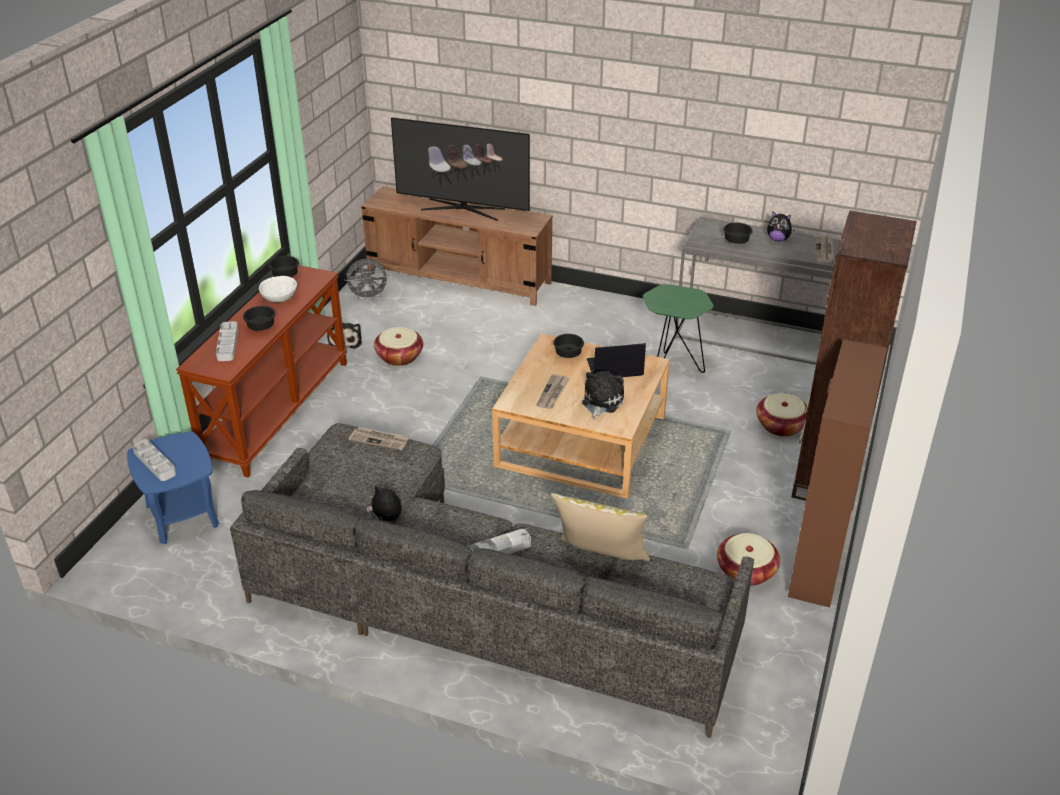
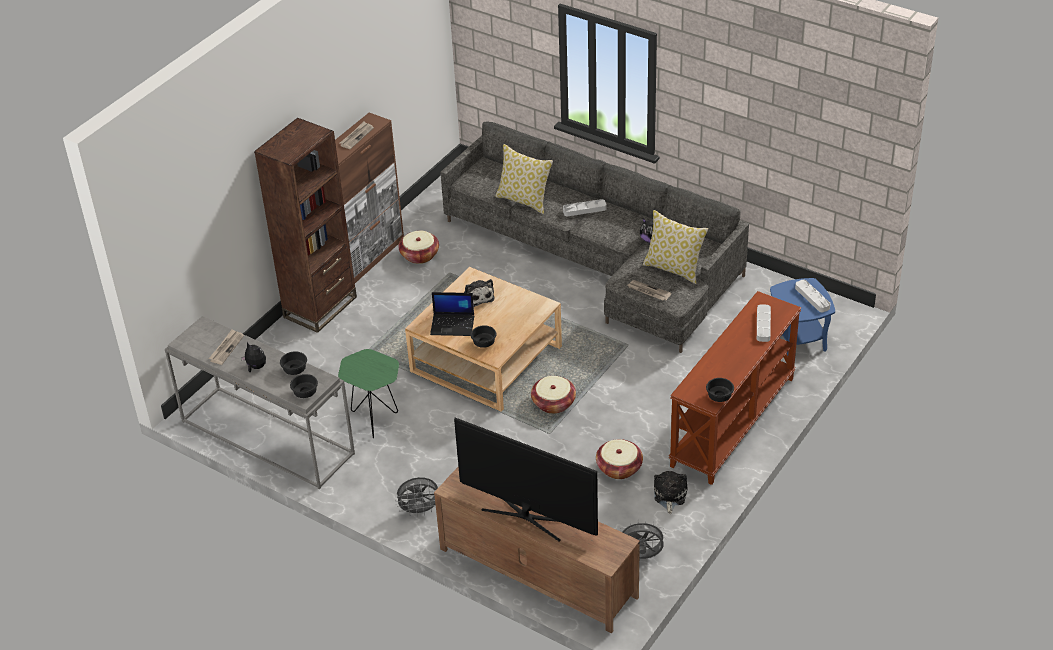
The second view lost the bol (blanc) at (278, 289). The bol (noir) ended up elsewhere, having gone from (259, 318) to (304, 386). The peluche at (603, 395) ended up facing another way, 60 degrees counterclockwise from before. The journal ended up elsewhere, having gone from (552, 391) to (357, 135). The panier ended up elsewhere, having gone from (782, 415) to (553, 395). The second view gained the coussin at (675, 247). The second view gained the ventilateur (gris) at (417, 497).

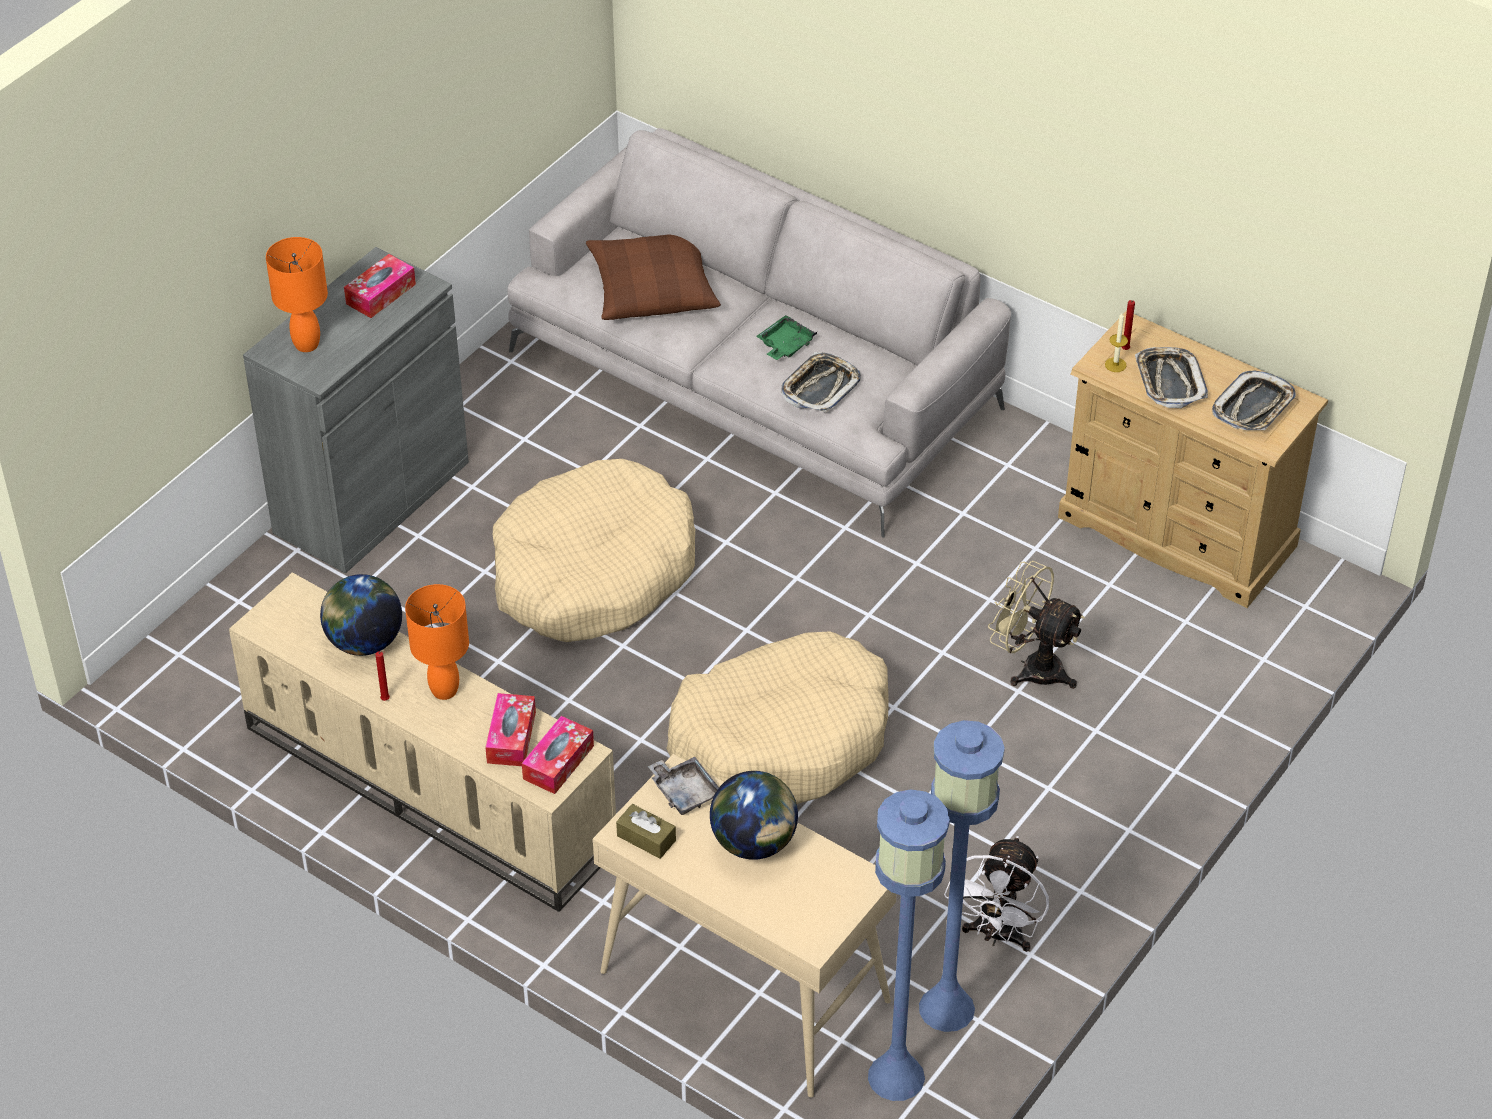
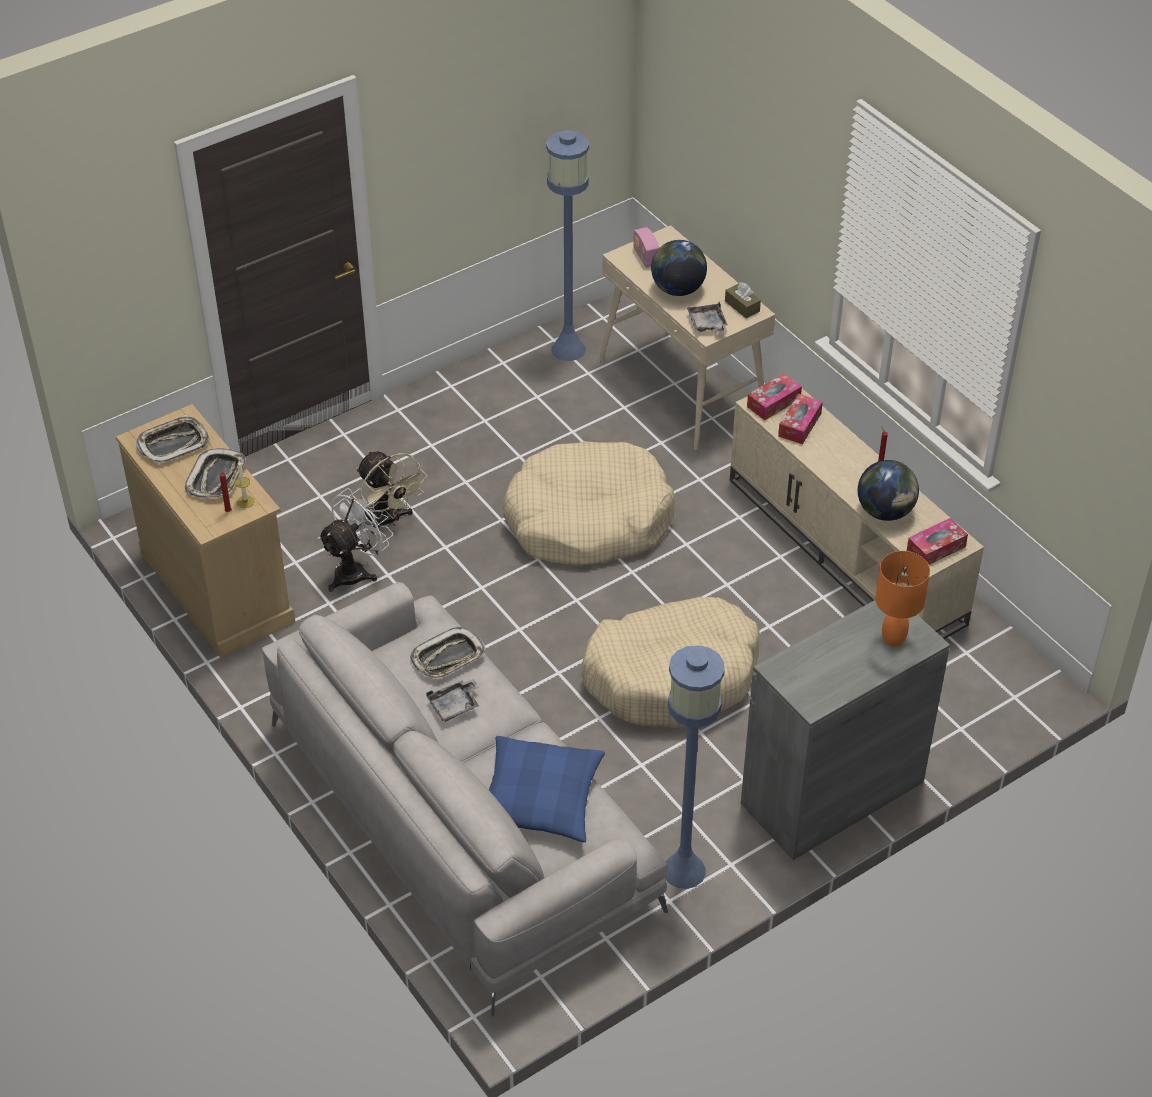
What was the coussin (marron) at (653, 277) turned into the coussin (bleu) at (547, 789). The boîte à mouchoirs ended up elsewhere, having gone from (380, 286) to (937, 541). What was the plateau (vert) at (786, 337) turned into the plateau (gris) at (452, 700). The second view lost the lampe de table (orange) at (437, 642). The lampadaire (bleu) ended up elsewhere, having gone from (909, 945) to (695, 767). The ventilateur (blanc) ended up elsewhere, having gone from (996, 894) to (355, 540). The second view gained the radio at (646, 247).

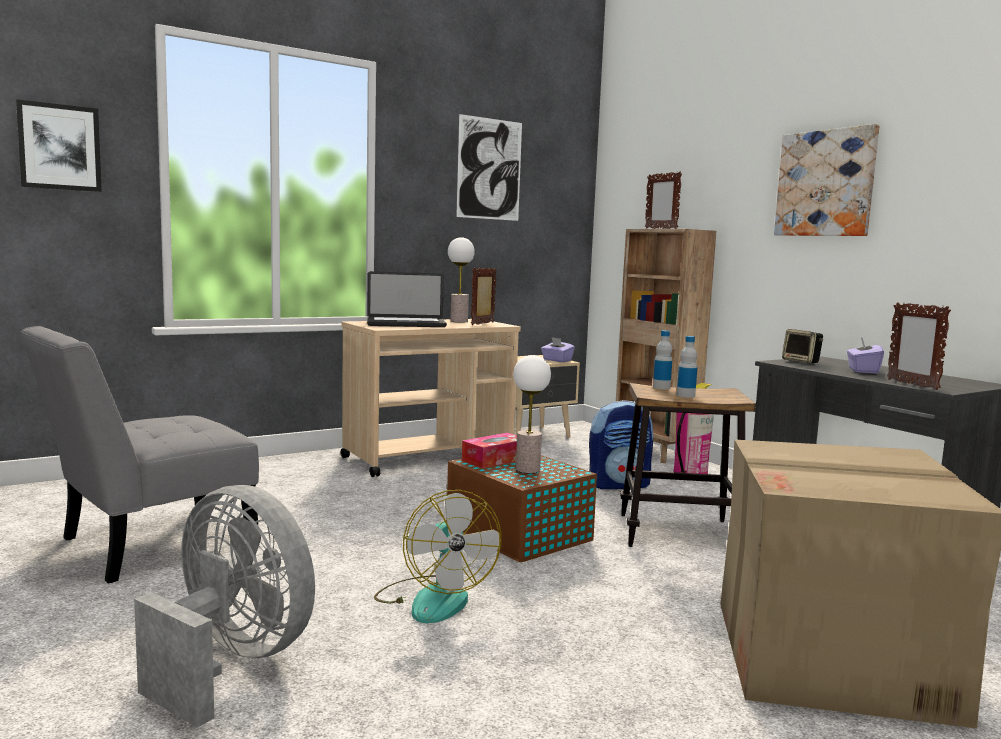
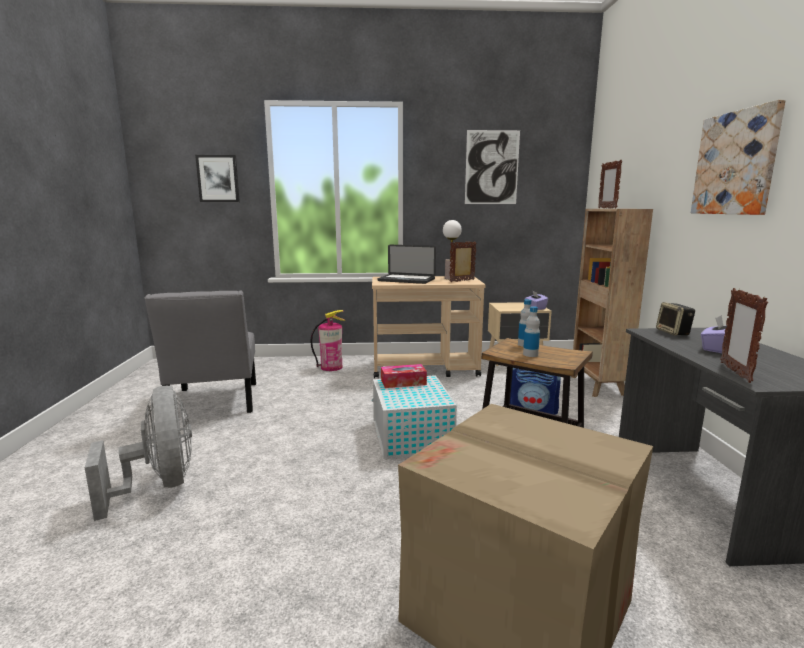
The chaise (gris) at (140, 454) ended up facing another way, 90 degrees counterclockwise from before. The second view lost the lampe de table at (532, 414). The extincteur ended up elsewhere, having gone from (693, 428) to (328, 340). What was the boîte de rangement (marron) at (522, 508) turned into the boîte de rangement (blanc) at (414, 417). The second view lost the ventilateur at (437, 556).

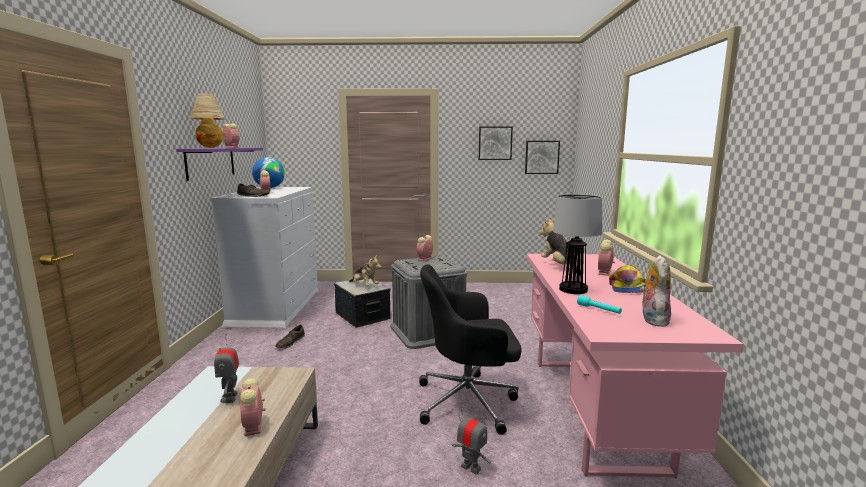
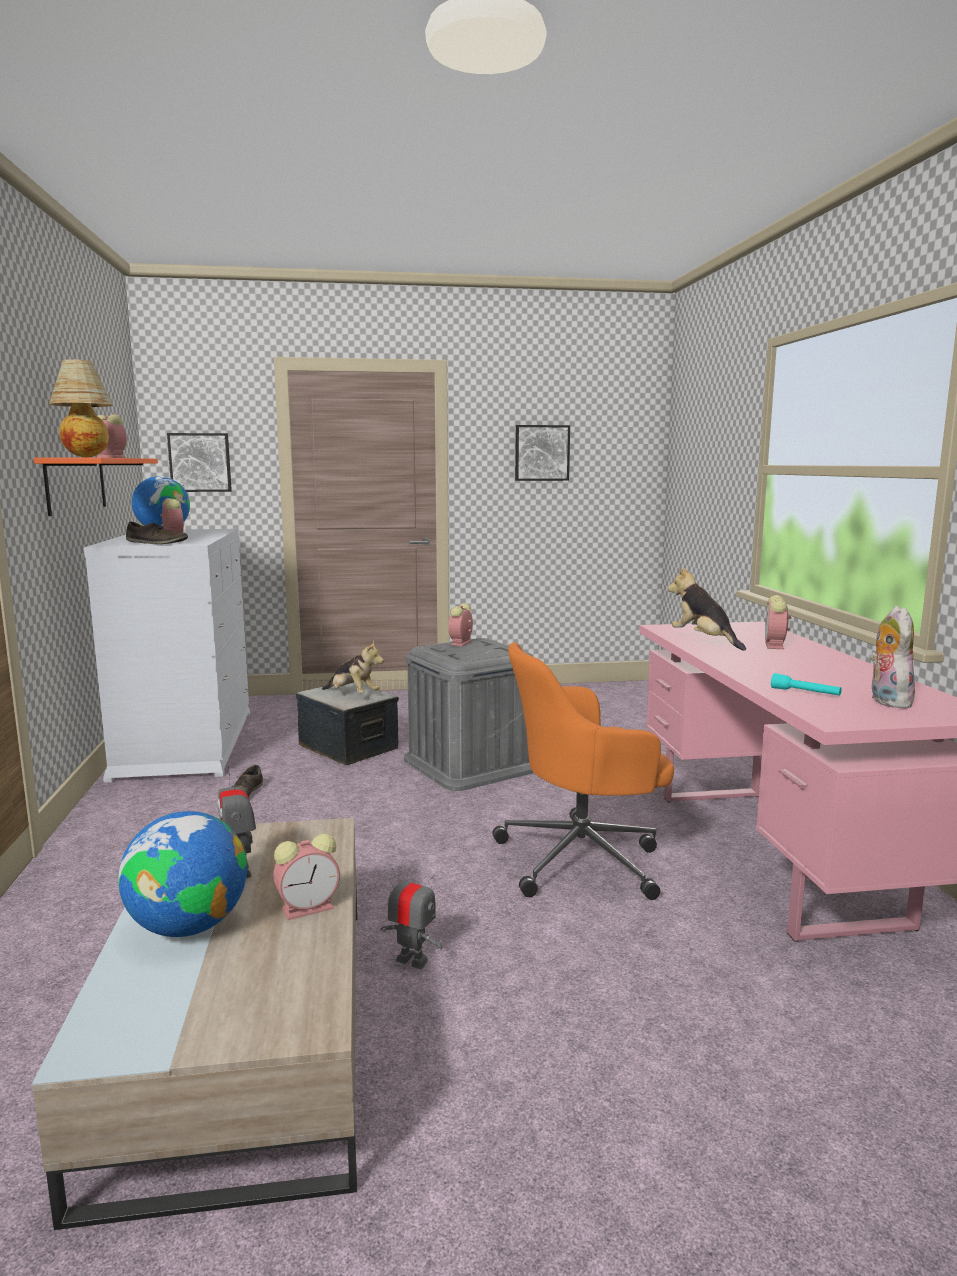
The tableau ended up elsewhere, having gone from (542, 157) to (199, 462). What was the étagère (violet) at (219, 164) turned into the étagère (orange) at (96, 487). The second view lost the lampe de table at (577, 244). What was the chaise de bureau (noir) at (470, 349) turned into the chaise de bureau (orange) at (583, 771). The second view lost the casquette at (627, 279). The réveil at (253, 407) ended up facing another way, 90 degrees counterclockwise from before. The robot jouet ended up elsewhere, having gone from (471, 442) to (411, 918). The second view gained the globe at (182, 874).

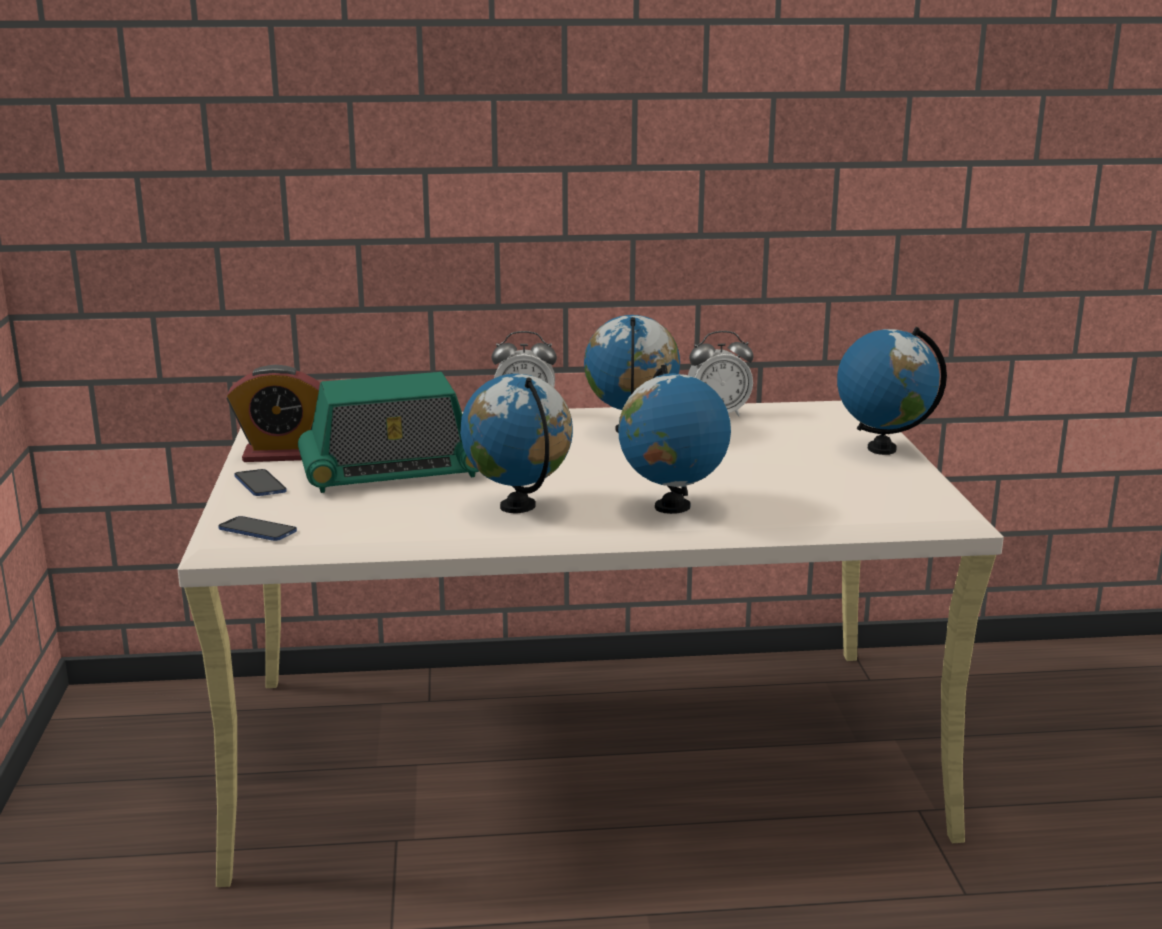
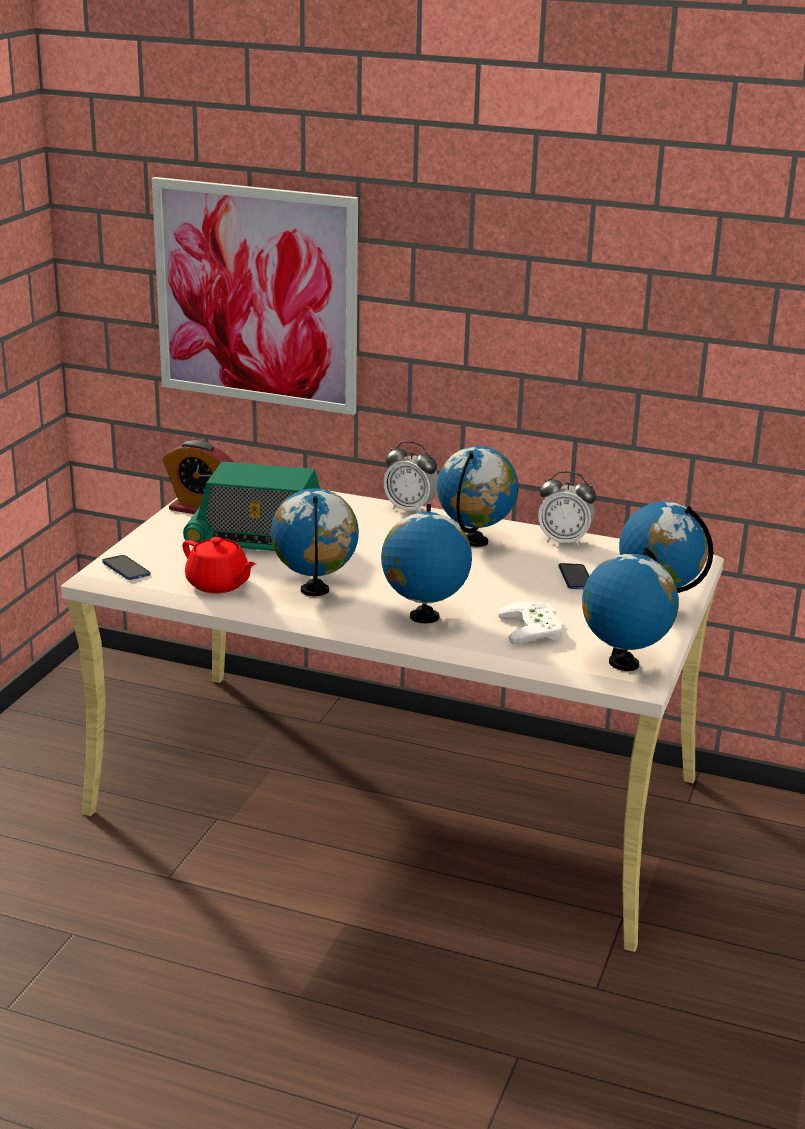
The téléphone ended up elsewhere, having gone from (260, 482) to (573, 576). The second view gained the tableau at (255, 296). The second view gained the théière (rouge) at (219, 565). The second view gained the globe at (630, 609). The second view gained the manette (blanc) at (530, 622).

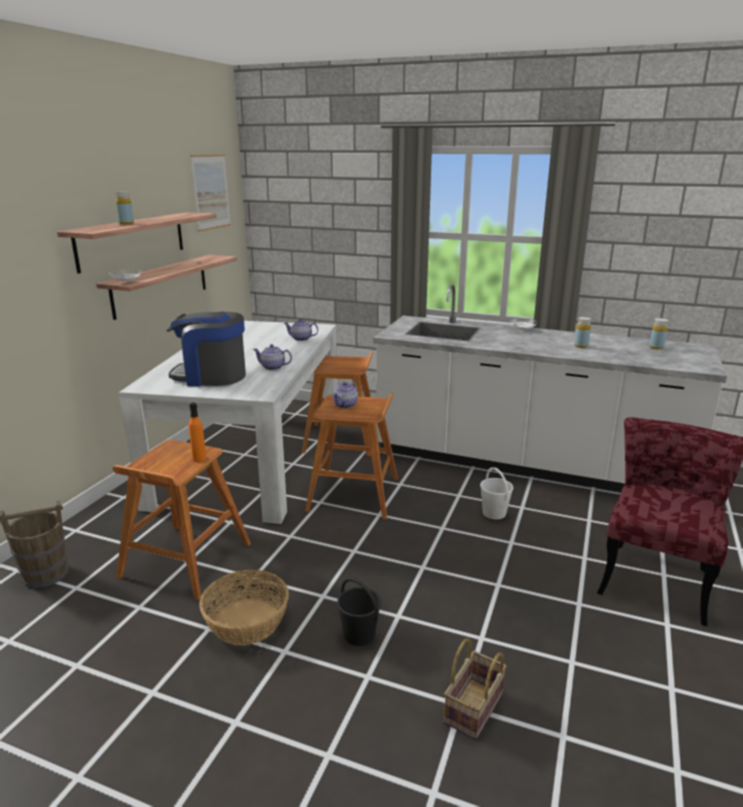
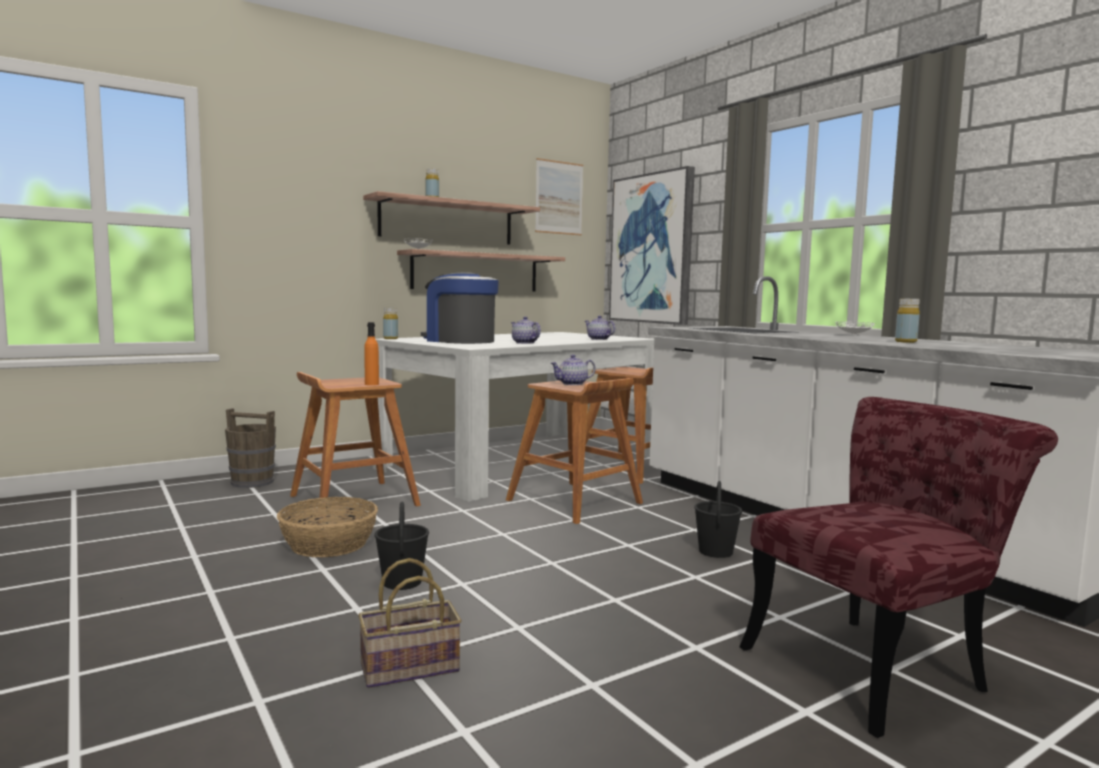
The bouteille (jaune) ended up elsewhere, having gone from (658, 334) to (390, 323). What was the seau (blanc) at (496, 493) turned into the seau (noir) at (718, 519). The second view gained the tableau at (652, 245).

